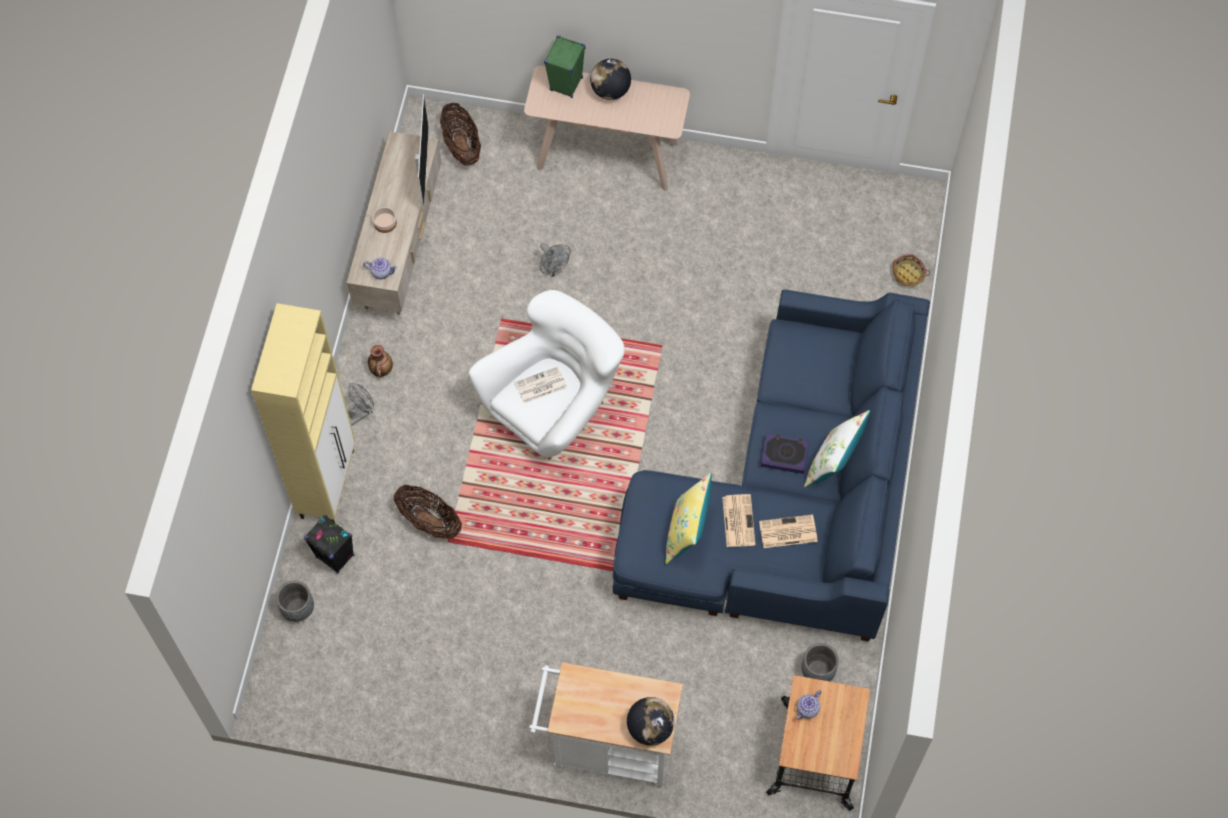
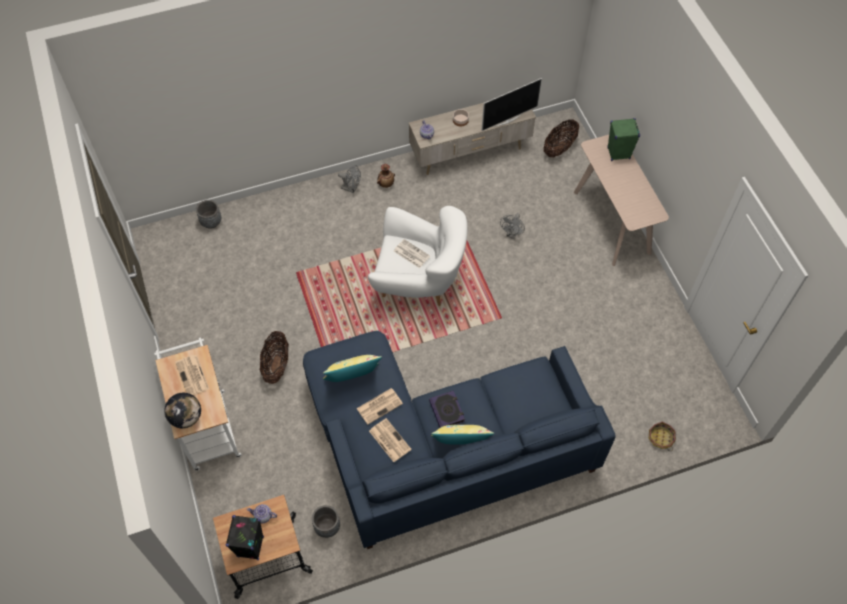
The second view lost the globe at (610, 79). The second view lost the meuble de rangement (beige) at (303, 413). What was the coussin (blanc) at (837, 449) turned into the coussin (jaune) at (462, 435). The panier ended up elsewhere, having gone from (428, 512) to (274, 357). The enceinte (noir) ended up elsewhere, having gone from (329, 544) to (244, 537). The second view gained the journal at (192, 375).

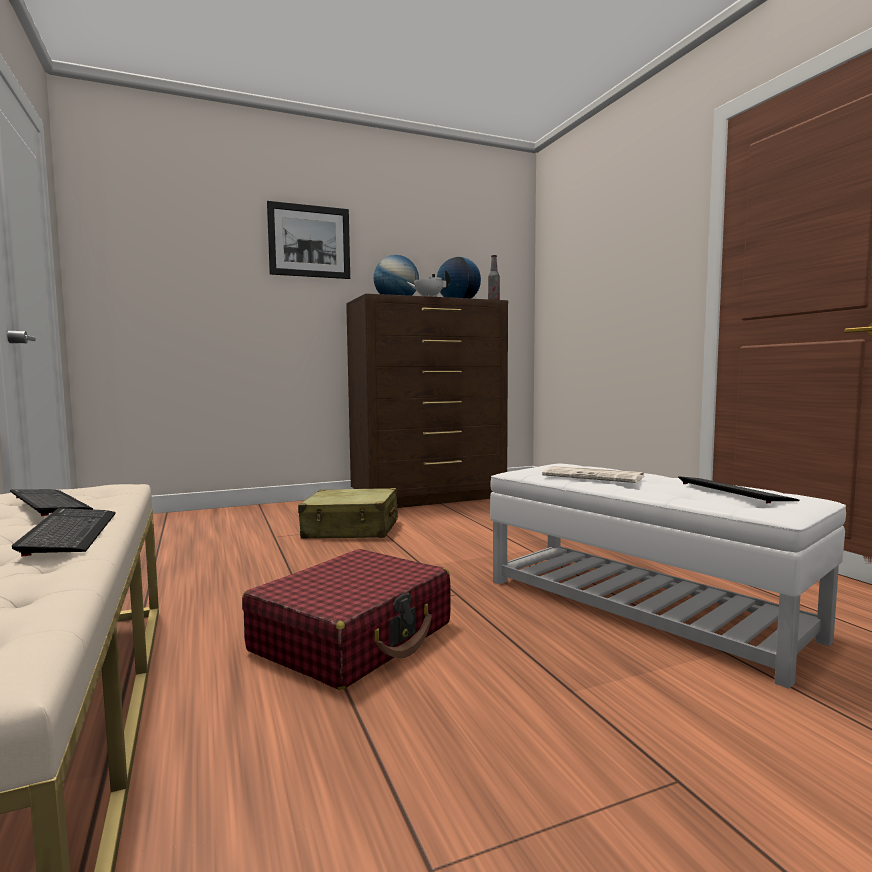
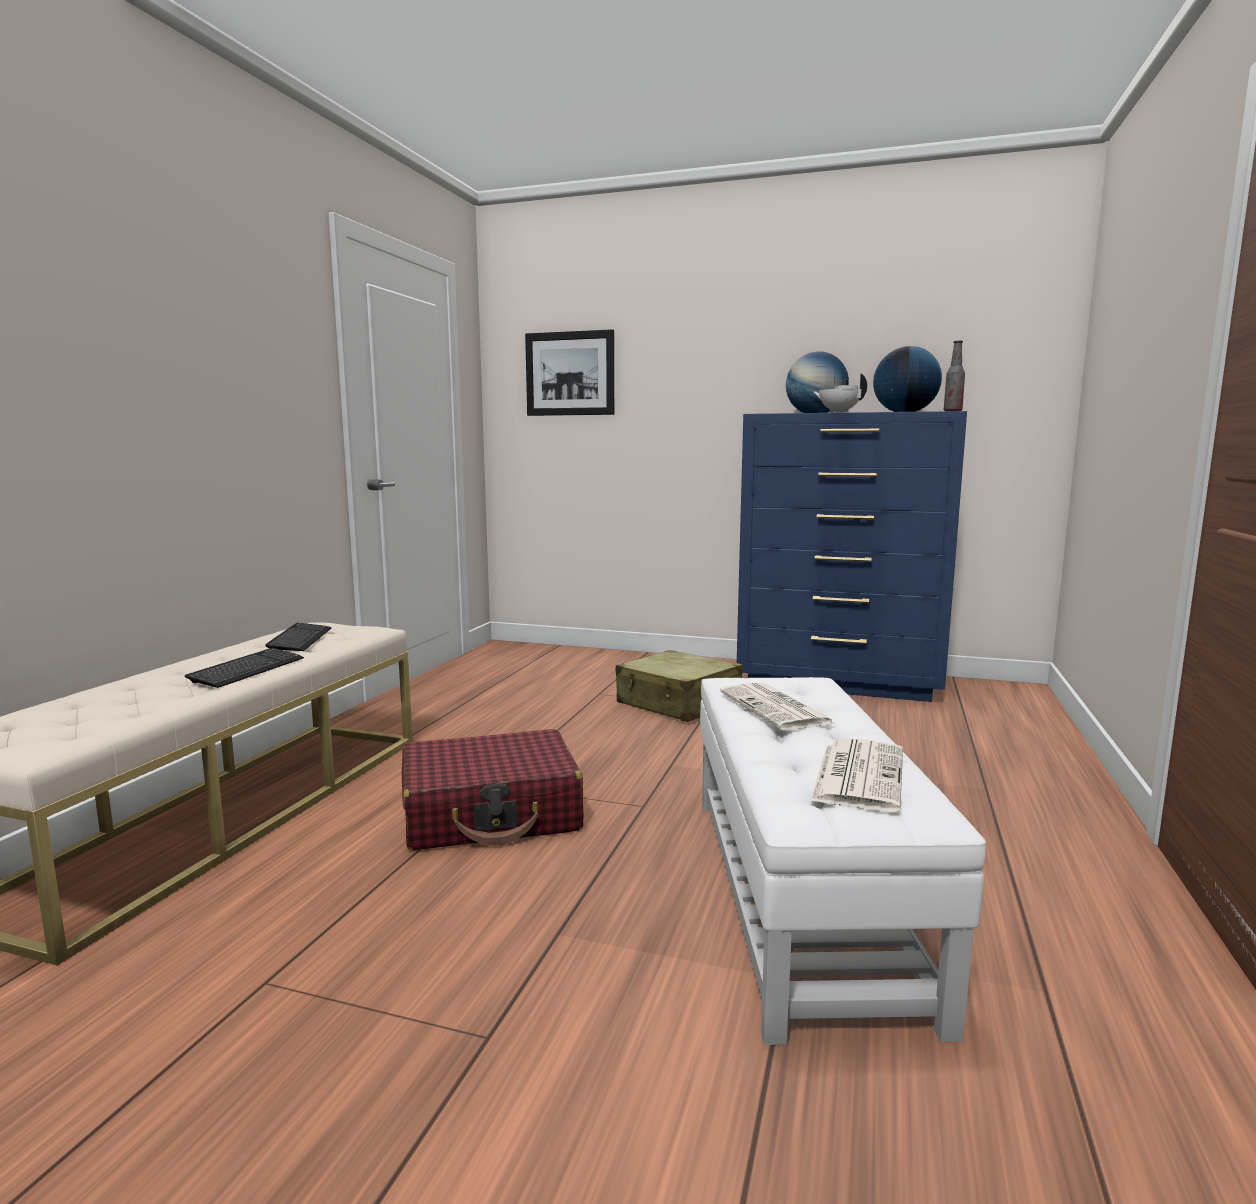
The tableau ended up elsewhere, having gone from (308, 240) to (569, 372). What was the commode (marron) at (427, 400) turned into the commode (bleu) at (852, 556). Where the clavier stood at (739, 490), the journal came to stand at (856, 775).

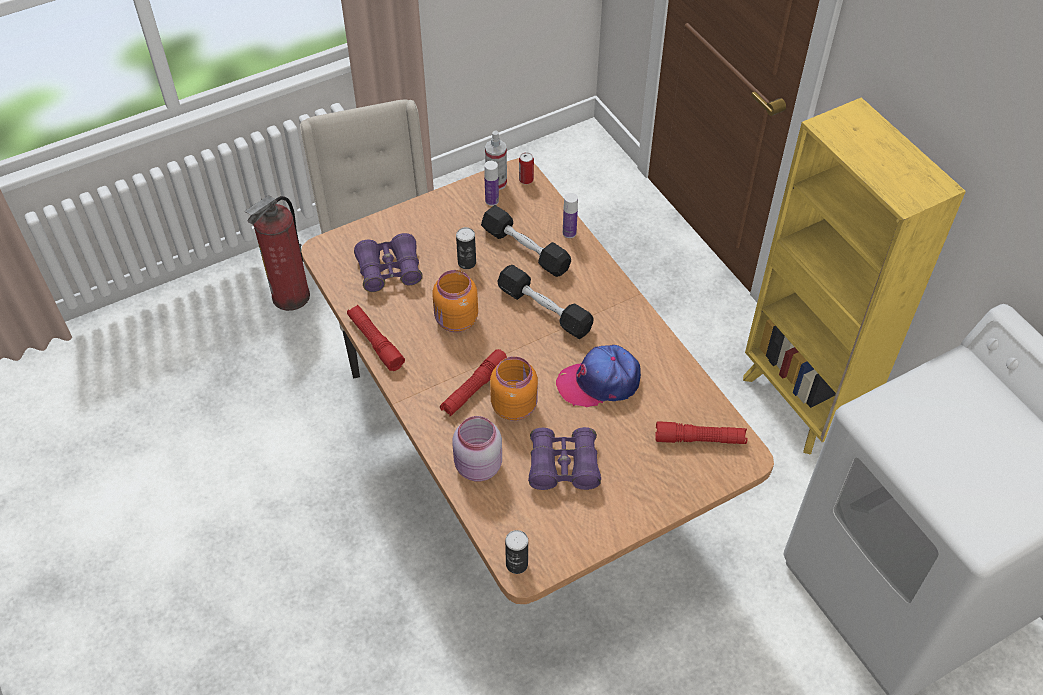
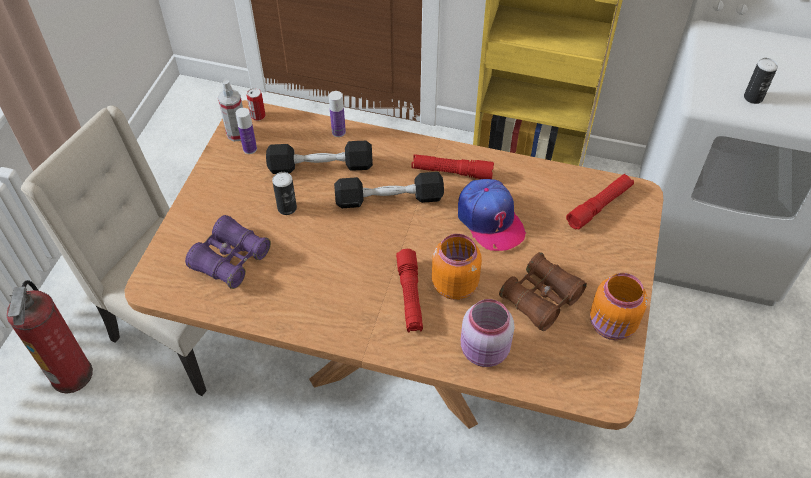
The bocal (orange) ended up elsewhere, having gone from (455, 301) to (618, 306). The lampe de poche (rouge) ended up elsewhere, having gone from (376, 338) to (452, 166). The casquette at (598, 376) ended up facing another way, 60 degrees counterclockwise from before. What was the jumelles (violet) at (564, 458) turned into the jumelles (marron) at (543, 291). The boîte métallique ended up elsewhere, having gone from (516, 552) to (761, 81).

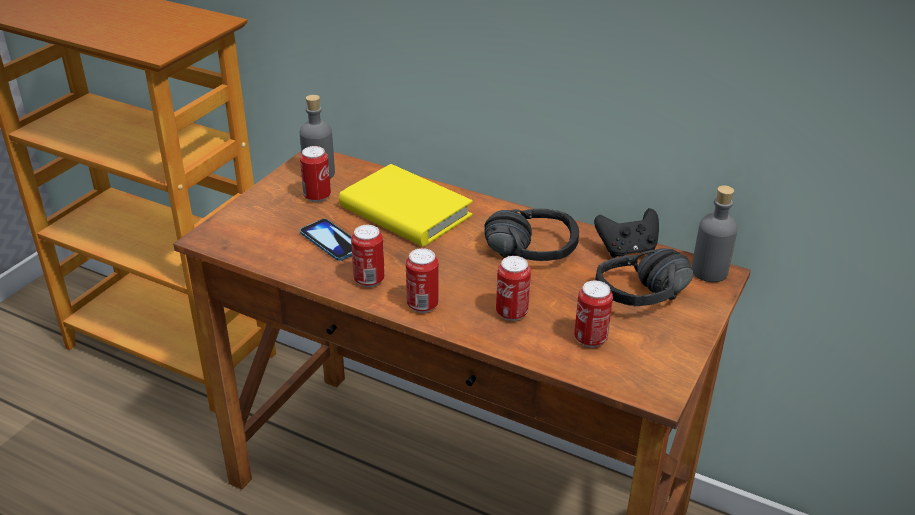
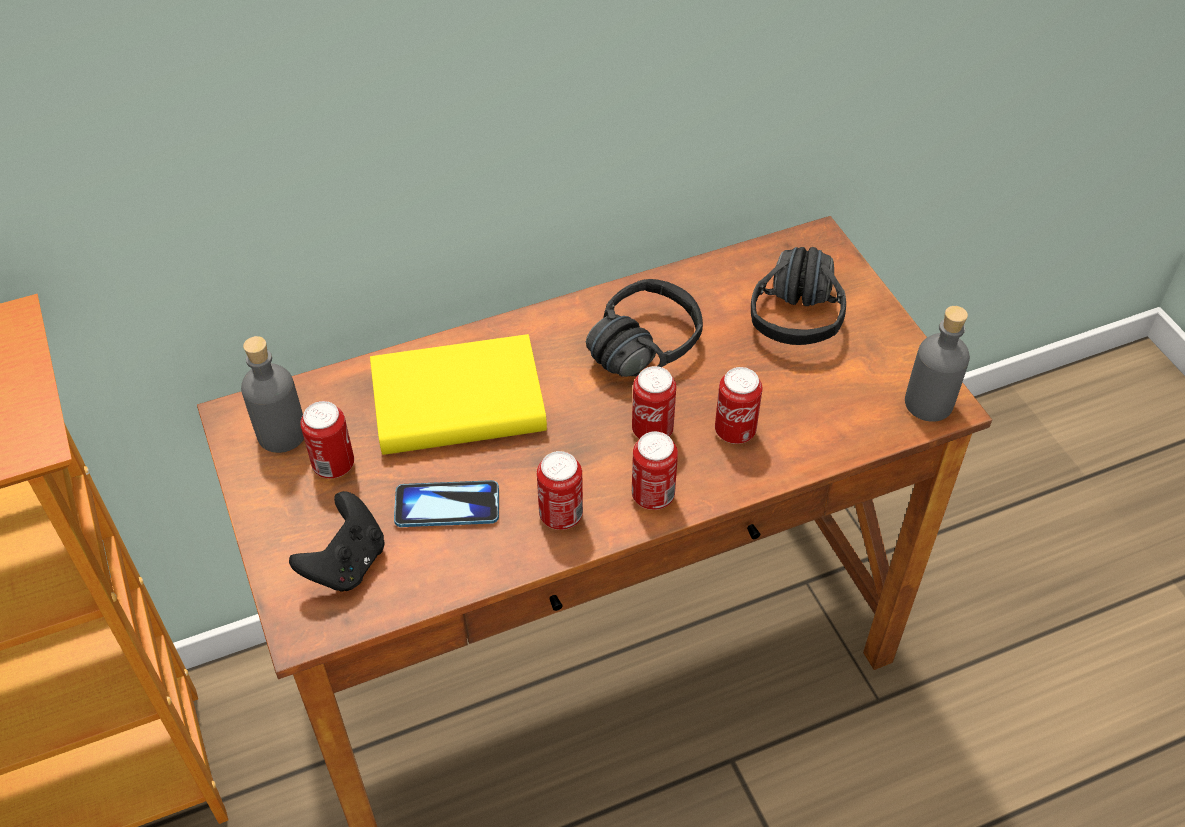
The bouteille (gris) ended up elsewhere, having gone from (715, 233) to (937, 364). The manette (noir) ended up elsewhere, having gone from (626, 233) to (337, 541). The boîte métallique ended up elsewhere, having gone from (593, 314) to (654, 402).

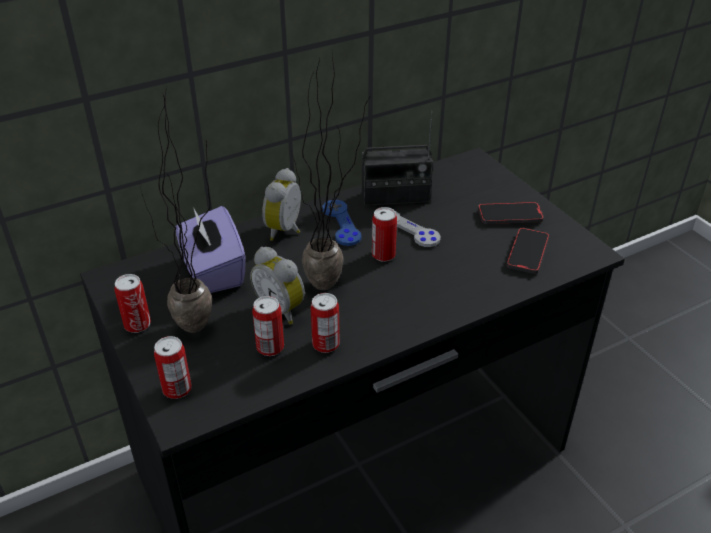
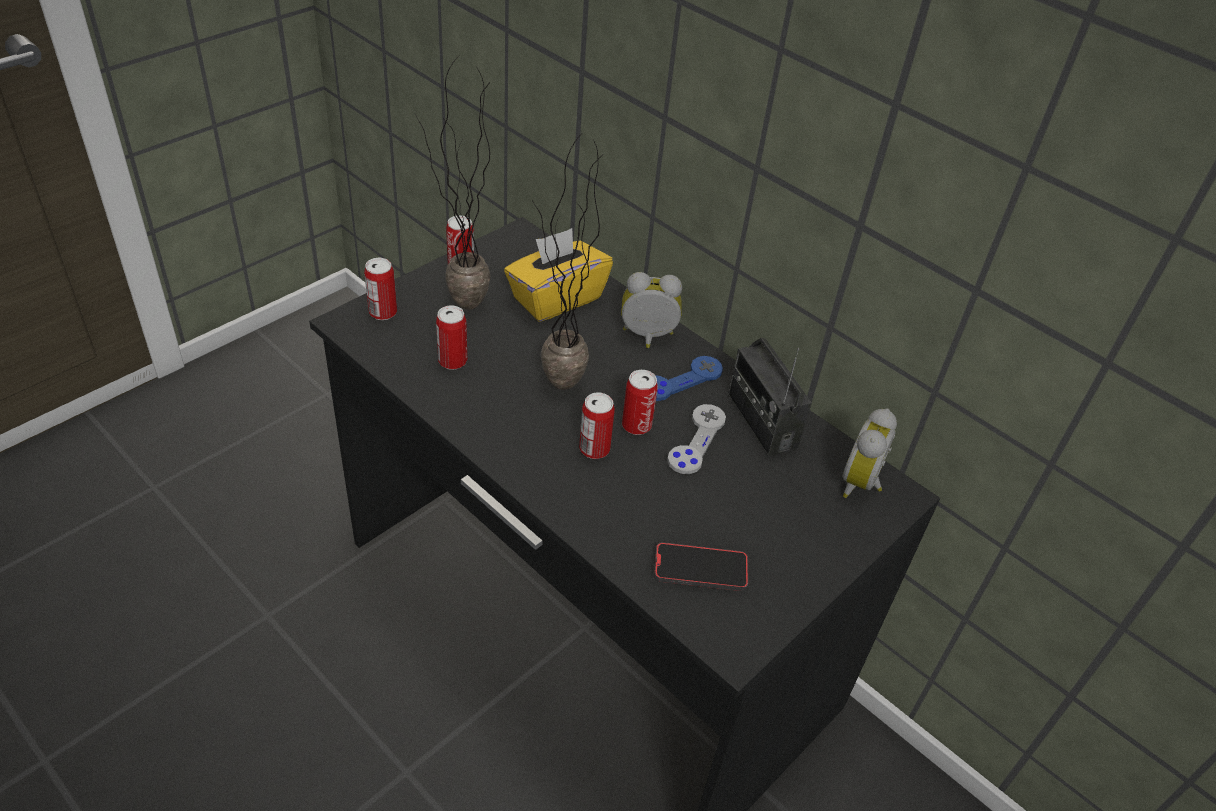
The second view lost the téléphone at (511, 213). What was the boîte à mouchoirs (violet) at (211, 249) turned into the boîte à mouchoirs (jaune) at (558, 275). The réveil ended up elsewhere, having gone from (277, 285) to (869, 453). The boîte métallique ended up elsewhere, having gone from (325, 323) to (597, 425).

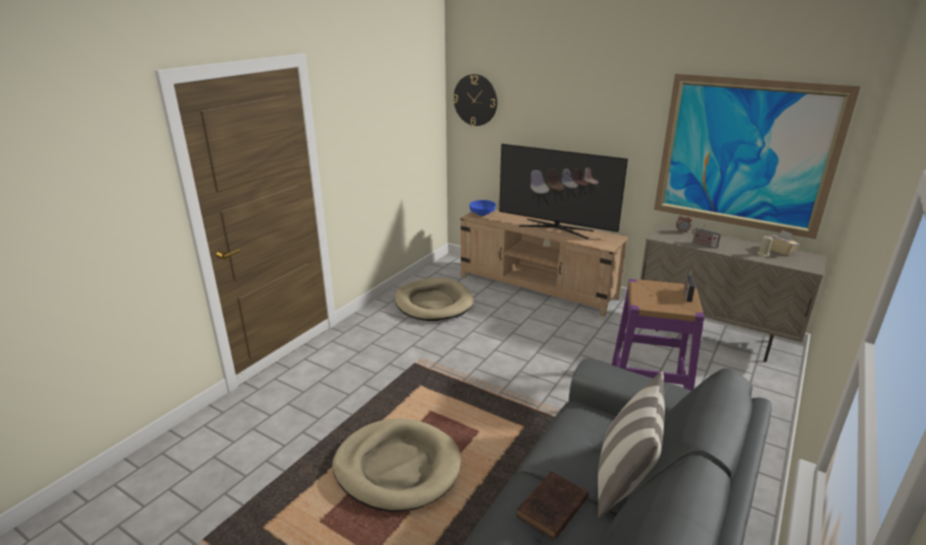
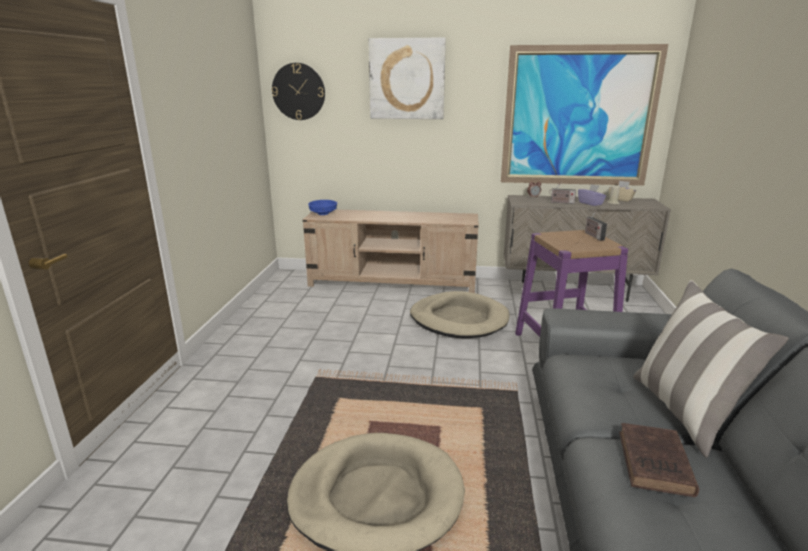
The second view lost the téléviseur at (563, 191). The panier pour chien (beige) ended up elsewhere, having gone from (434, 299) to (460, 314). The second view gained the tableau at (407, 78). The second view gained the boîte à mouchoirs (violet) at (592, 195).

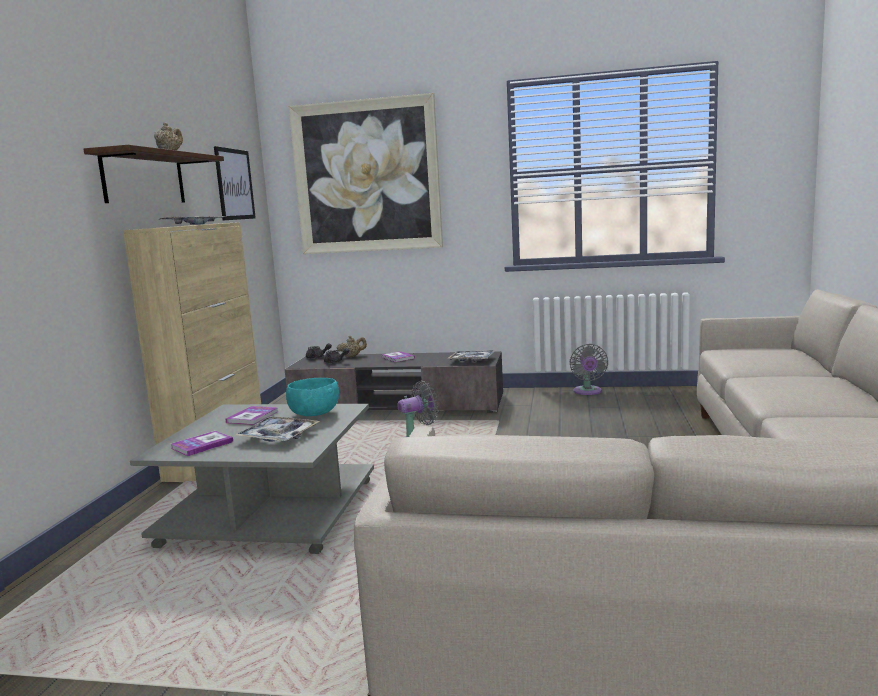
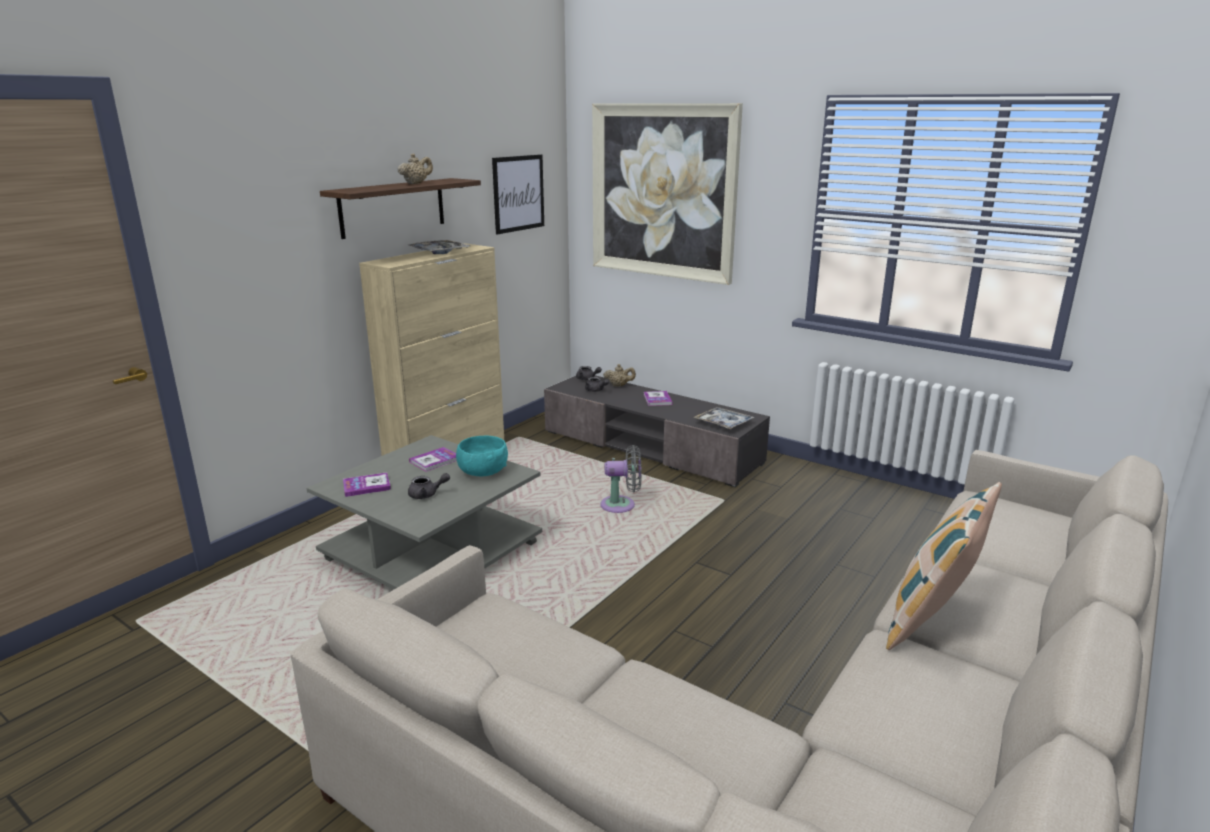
The second view lost the ventilateur (gris) at (589, 369). Where the plateau stood at (277, 429), the théière (gris) came to stand at (429, 486). The second view gained the coussin at (944, 566).

